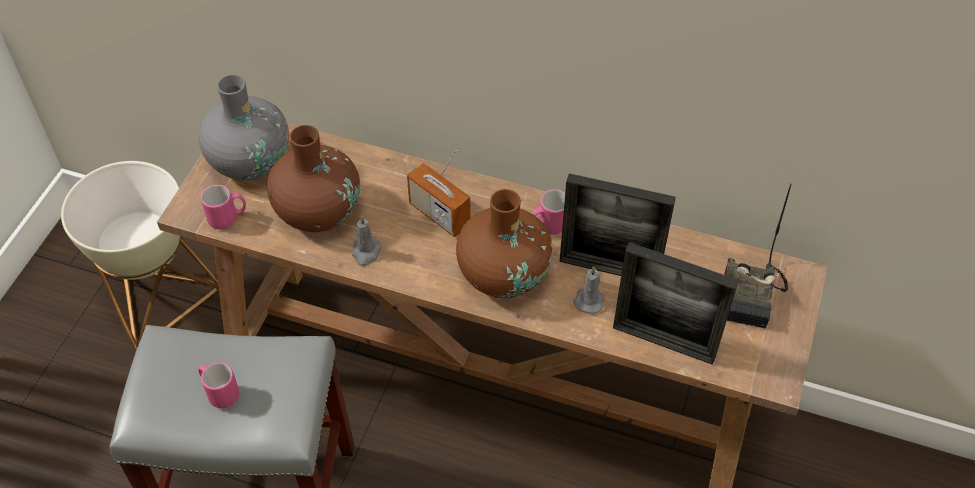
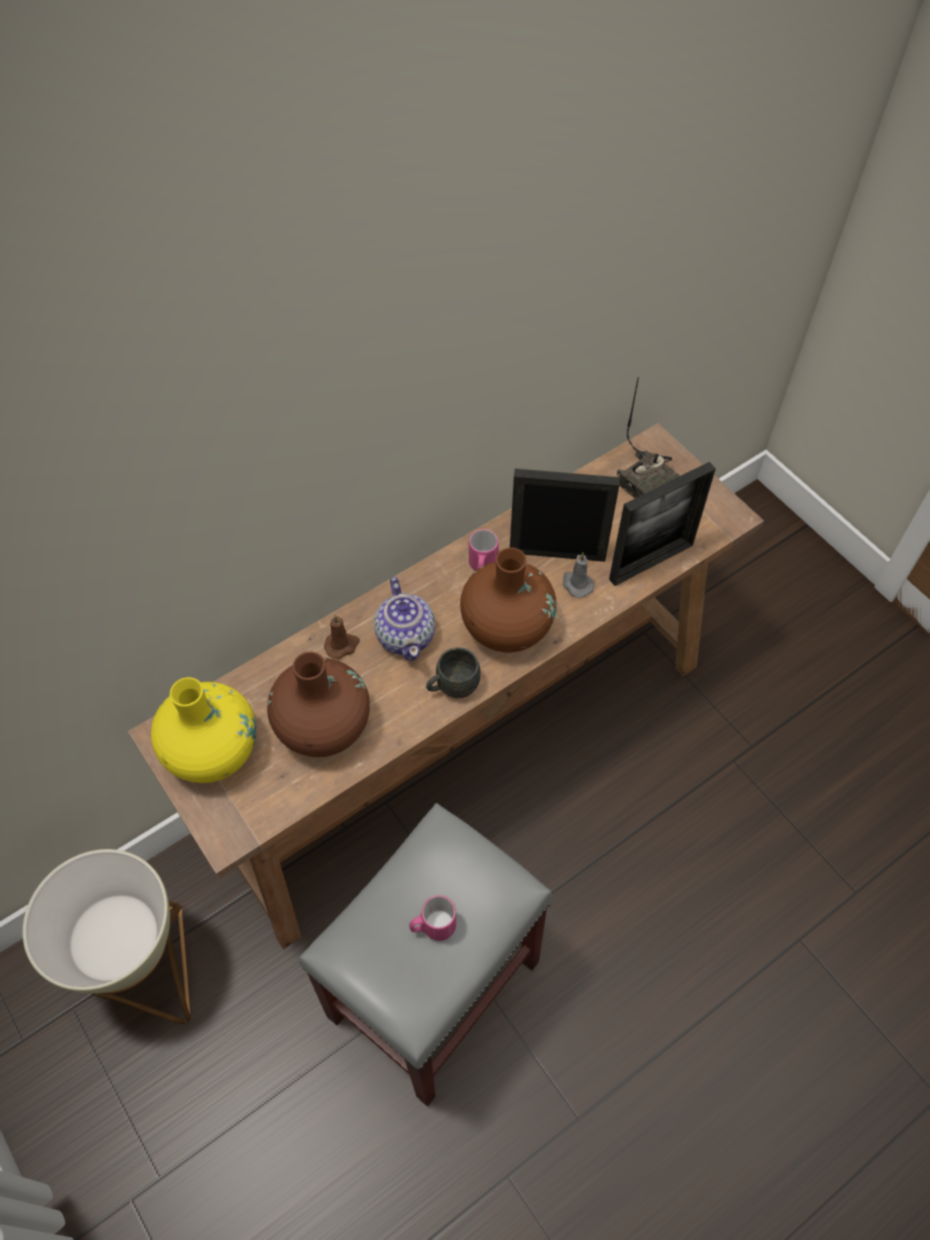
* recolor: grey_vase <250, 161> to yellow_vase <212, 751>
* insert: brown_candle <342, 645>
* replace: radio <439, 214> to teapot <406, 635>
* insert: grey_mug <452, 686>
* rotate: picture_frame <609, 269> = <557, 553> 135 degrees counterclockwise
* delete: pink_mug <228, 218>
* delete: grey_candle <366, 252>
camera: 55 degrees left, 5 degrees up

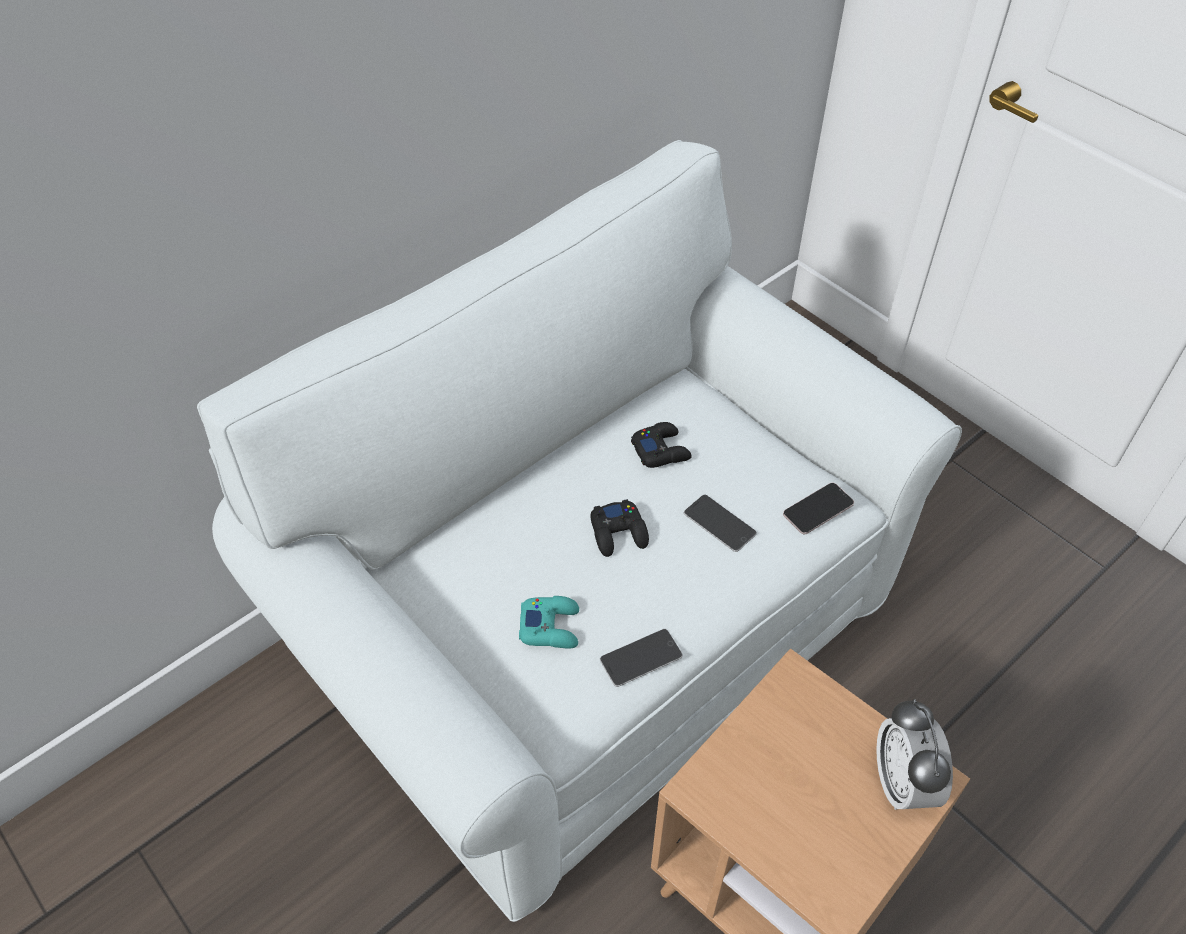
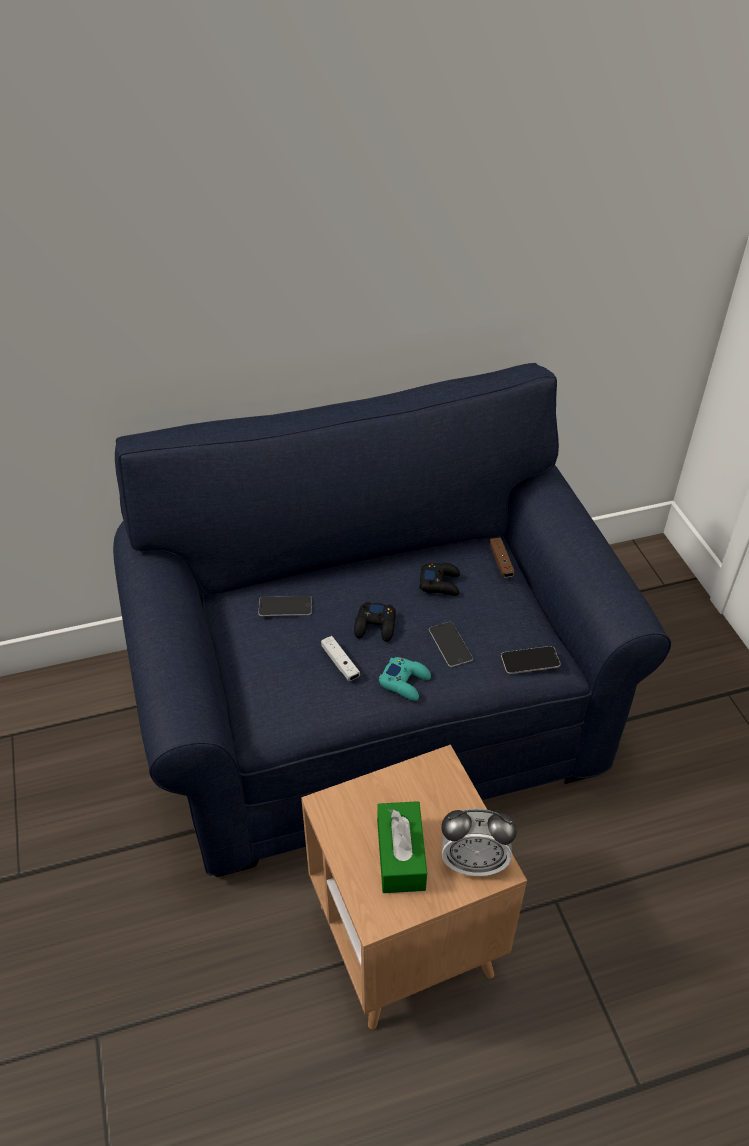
* recolor: white_sofa <594, 627> to blue_sofa <376, 712>
* move: phone <641, 658> to <285, 606>
* insert: white_game_controller <340, 663>
* insert: green_tissue_box <401, 855>
* move: turquoise_game_controller <550, 626> to <405, 682>
* rotate: alarm_clock <902, 783> = <473, 861> 105 degrees counterclockwise
* insert: brown_game_controller <501, 562>
camera: 25 degrees right, 5 degrees down

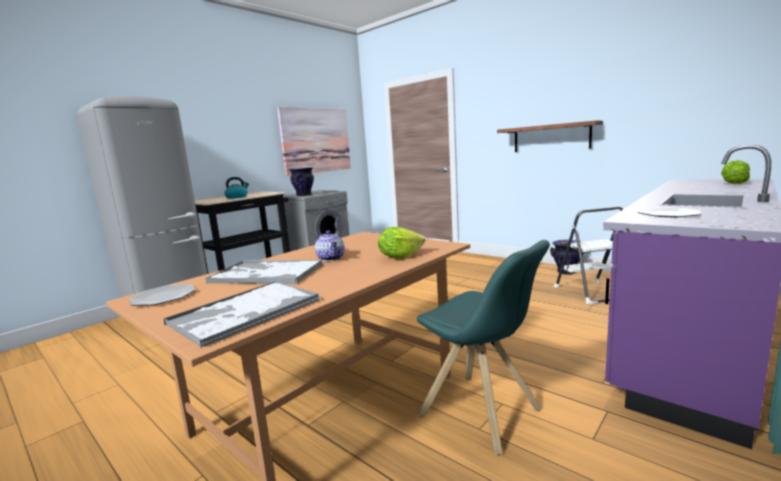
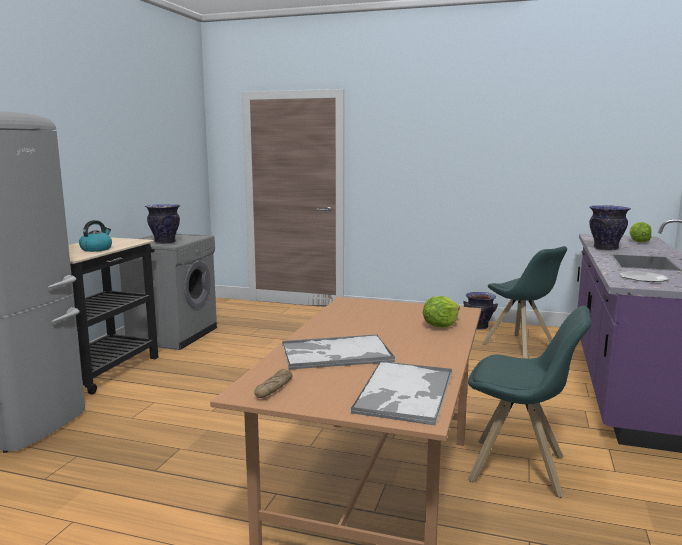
* replace: plate <163, 297> to bread <274, 388>
* replace: white_step_ladder <593, 293> to turquoise_chair <520, 347>
* insert: vase <605, 248>
* delete: picture <316, 140>
* delete: teapot <331, 258>
* delete: shelf <551, 138>
camera: 25 degrees left, 0 degrees up

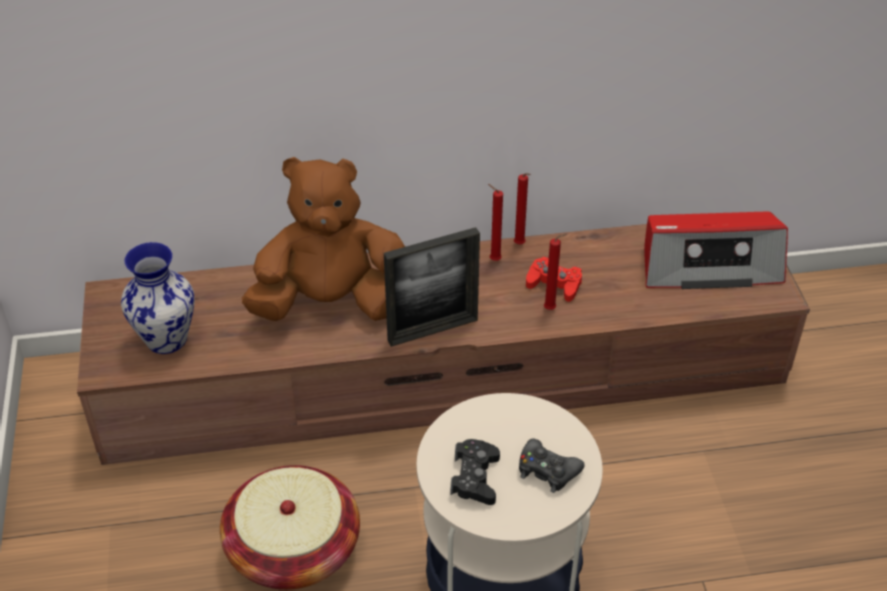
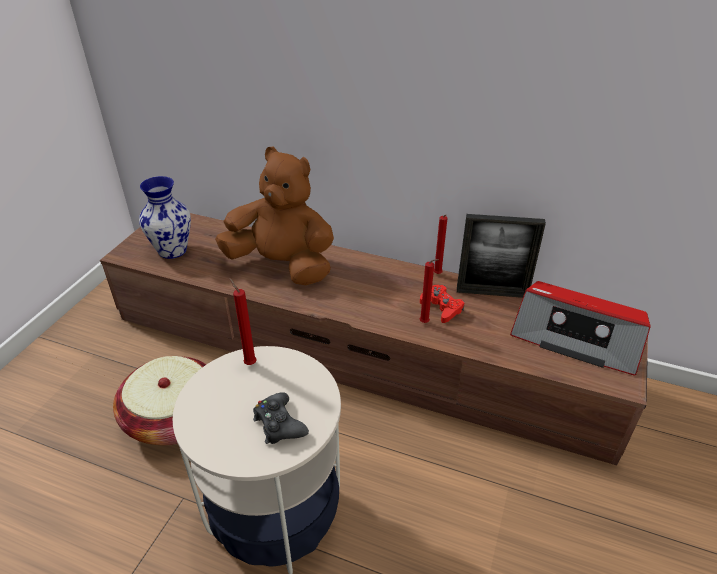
* move: red_candle <493, 260> to <249, 363>
* move: picture_frame <432, 330> to <492, 293>
* delete: black_game_controller <475, 478>
camera: 30 degrees right, 5 degrees down

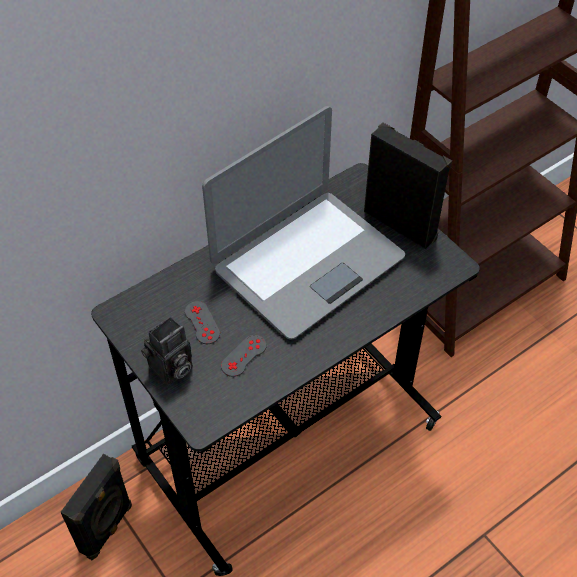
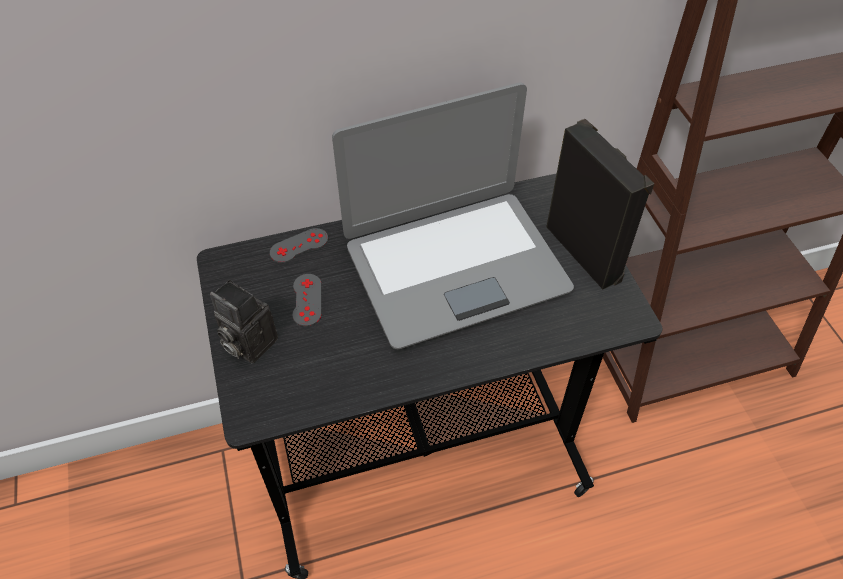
* rotate: photo_camera <171, 370> = <247, 343> 60 degrees clockwise
* move: grey_game_controller <244, 356> to <299, 246>
* delete: black_speaker <107, 528>
camera: 20 degrees right, 0 degrees up

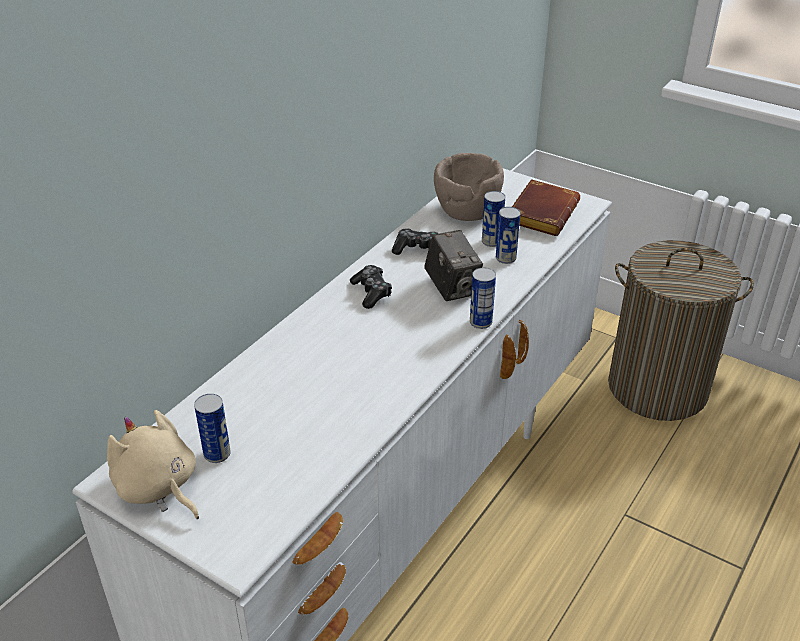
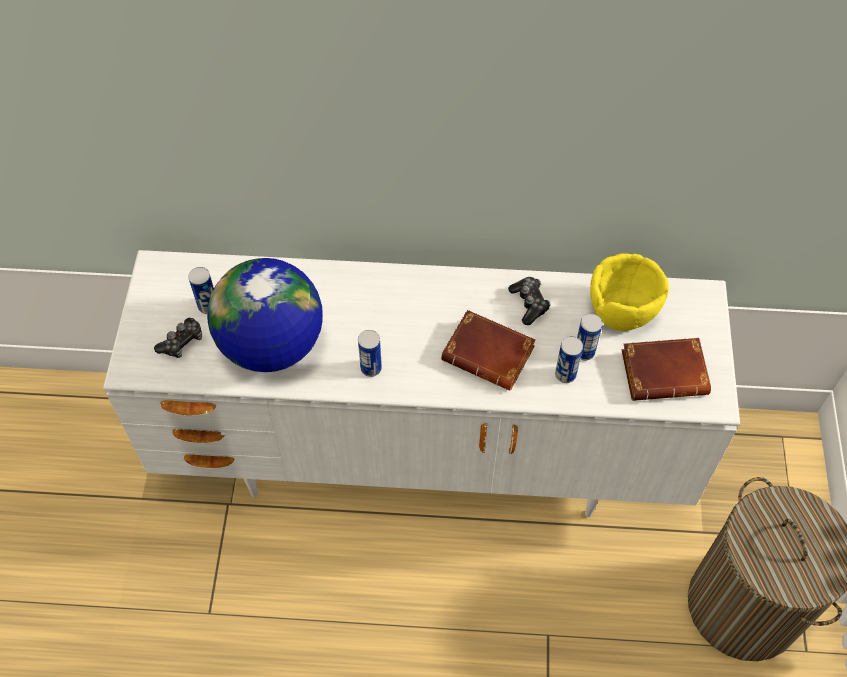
* move: game_controller <371, 292> to <182, 342>
* insert: globe <271, 345>
* move: can <480, 322> to <371, 368>
* replace: photo_camera <452, 288> to brown_book <491, 354>
* recolor: brown_bowl <467, 210> to yellow_bowl <623, 310>
* delete: beige_plush_toy <158, 488>
camera: 60 degrees right, 20 degrees up

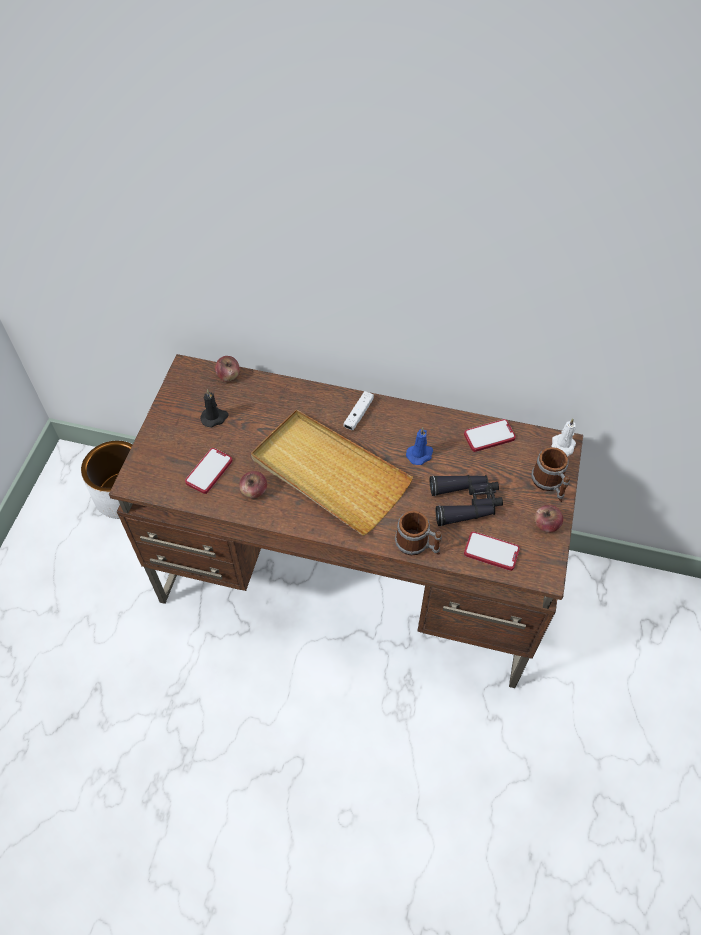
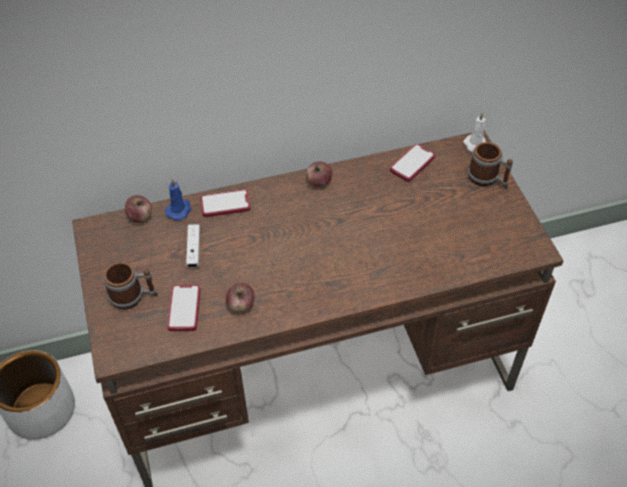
* move: mug <417, 545> to <133, 296>
* move: blue_candle <420, 454> to <179, 210>
* move: white_game_controller <358, 414> to <194, 250>
* move: phone <491, 552> to <225, 204>
* move: apple <546, 525> to <319, 182>
* delete: black_candle <215, 418>
* delete: beige_tray <329, 474>
* delete: black_binoculars <465, 502>
camera: 30 degrees left, 5 degrees down

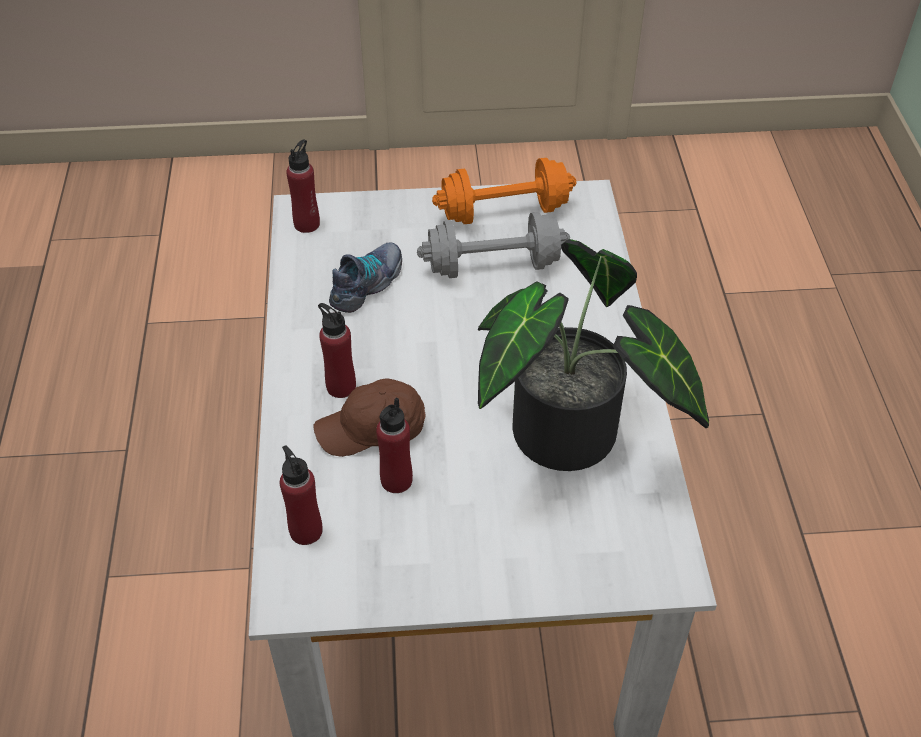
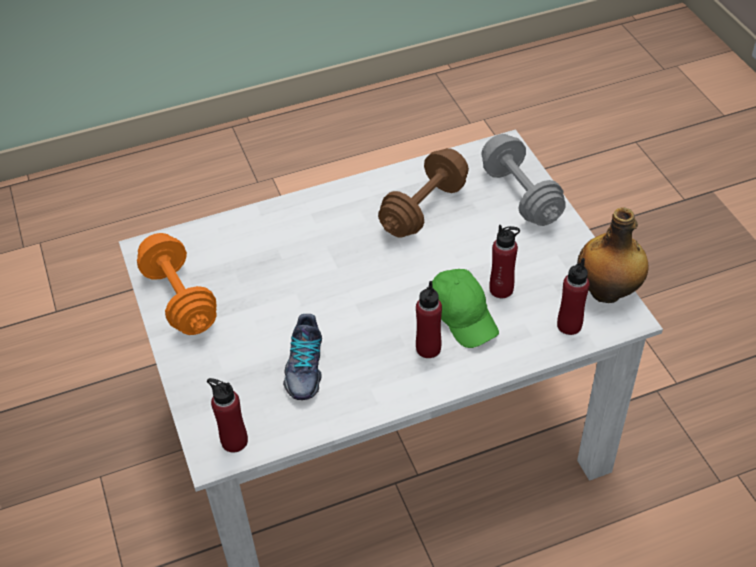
* rotate: shoe <368, 284> = <304, 367> 105 degrees counterclockwise
* replace: potted_plant <570, 442> to brown_dumbbell <424, 209>
* recolor: brown_cap <373, 430> to green_cap <463, 315>
* move: grey_dumbbell <493, 266> to <520, 196>
* insert: bottle <607, 292>
camera: 105 degrees left, 0 degrees up

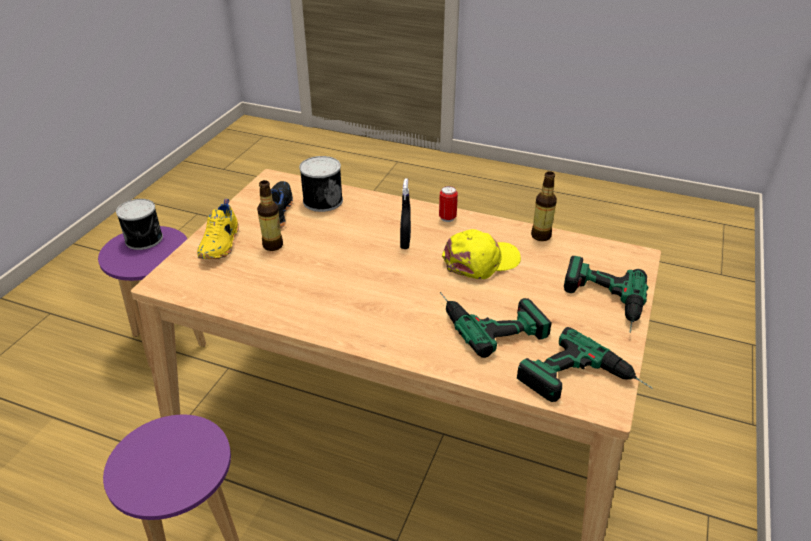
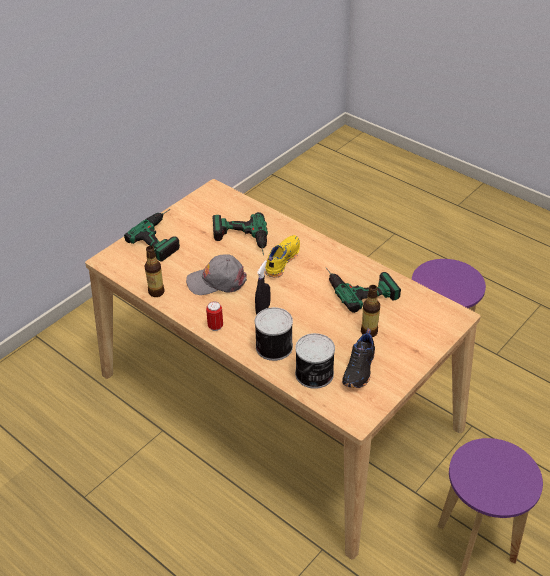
* recolor: yellow_cap <481, 261> to grey_cap <217, 281>
* move: can <145, 239> to <273, 346>
* move: yellow_shoe <221, 244> to <281, 260>
* move: power_drill <584, 383> to <359, 286>
camera: 160 degrees left, 5 degrees up

